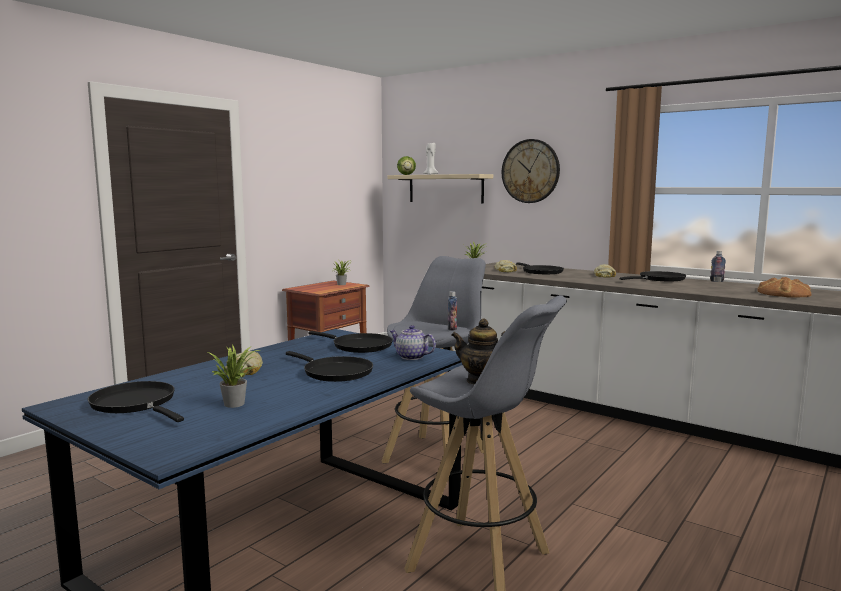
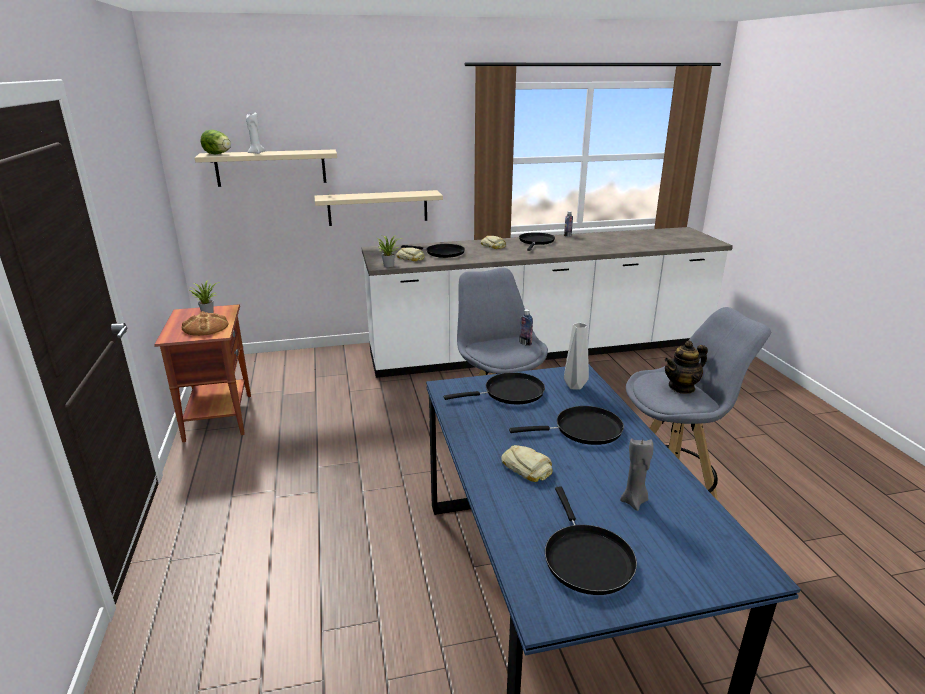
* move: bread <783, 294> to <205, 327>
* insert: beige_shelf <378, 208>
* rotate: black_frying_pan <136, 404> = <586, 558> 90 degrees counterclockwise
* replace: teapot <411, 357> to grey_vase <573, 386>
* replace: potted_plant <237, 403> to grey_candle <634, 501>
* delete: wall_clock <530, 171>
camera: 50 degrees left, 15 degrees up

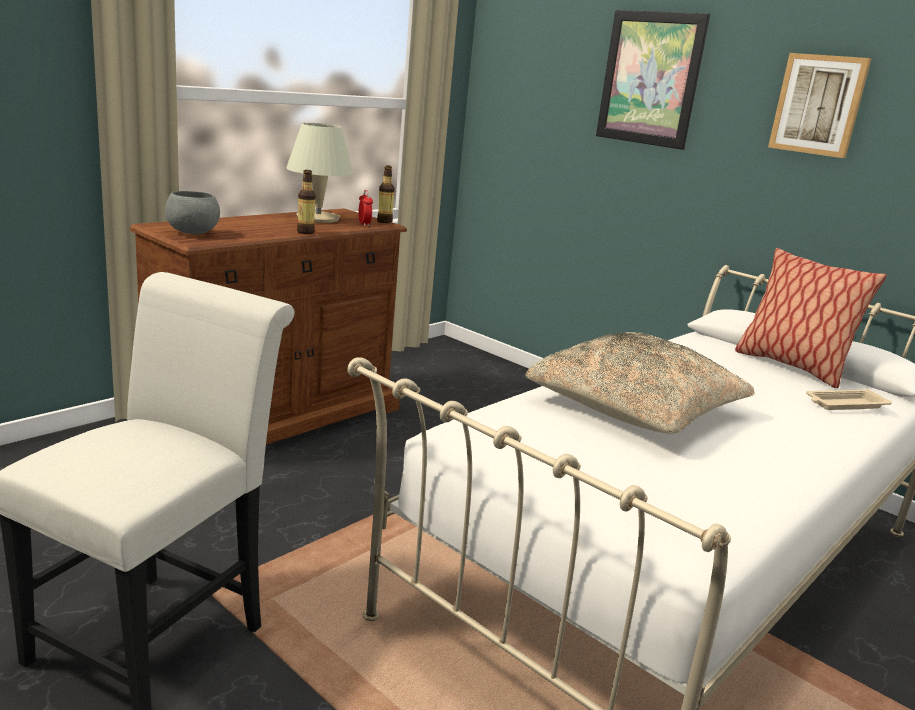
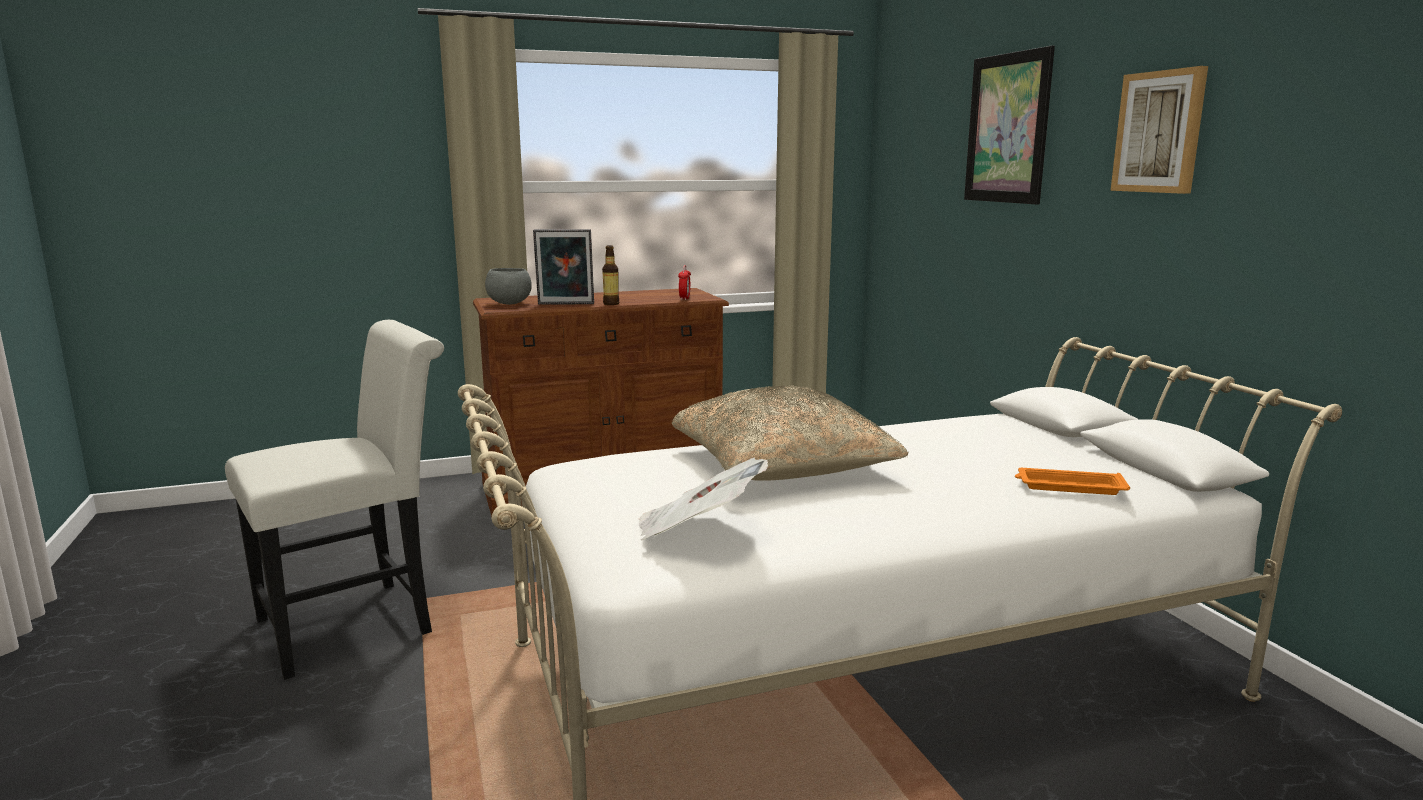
* insert: picture_frame <565, 304>
* insert: newspaper <697, 532>
* recolor: beige_tray <844, 404> to orange_tray <1068, 487>
* delete: beige_table_lamp <318, 218>
* delete: bottle <384, 221>
* delete: pillow <790, 366>
camera: 30 degrees right, 5 degrees down

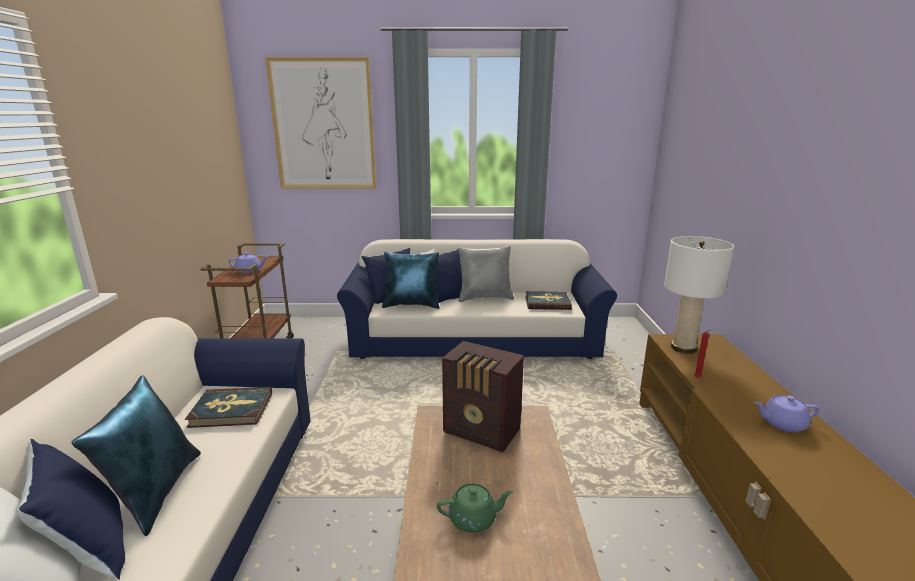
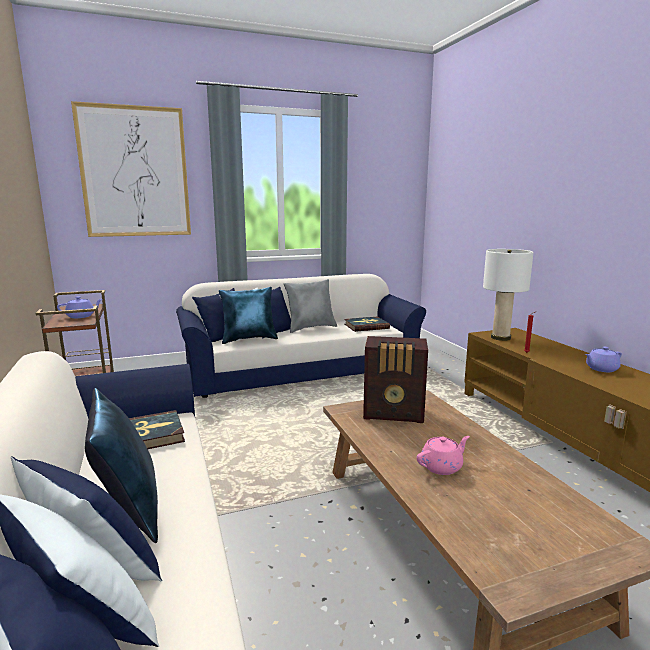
* recolor: green_teapot <474, 519> to pink_teapot <442, 466>
camera: 20 degrees left, 5 degrees down

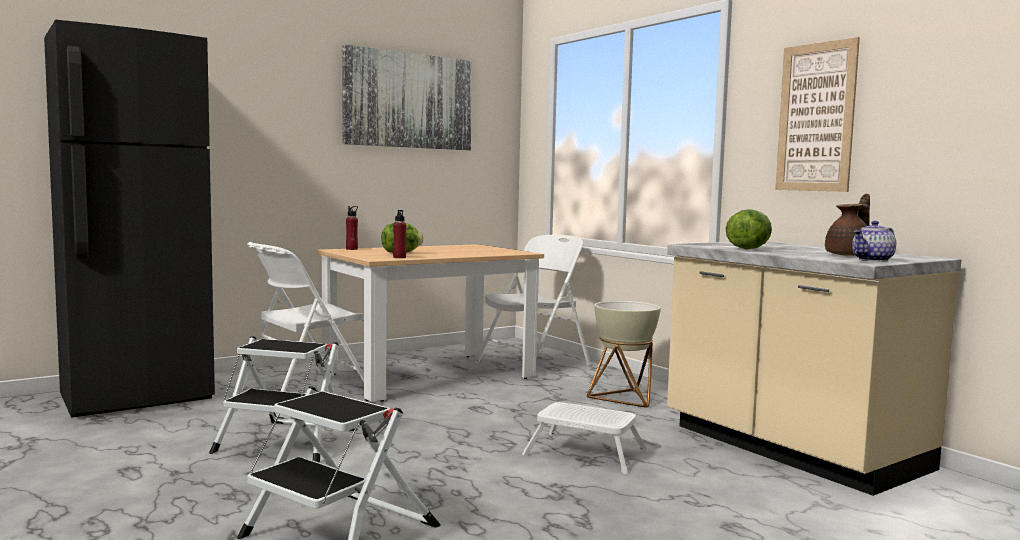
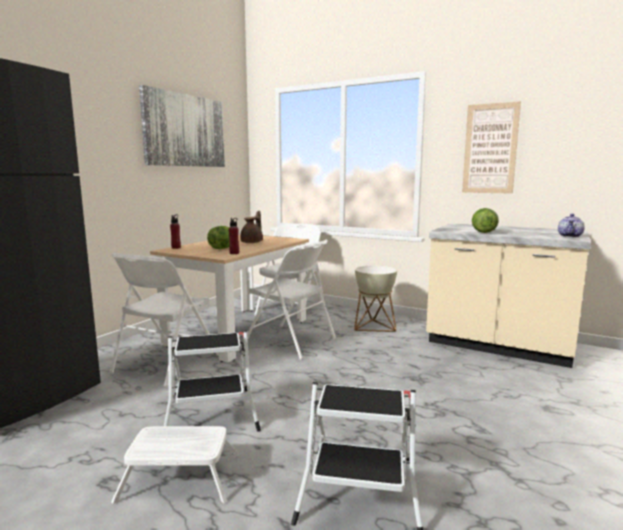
* move: white_step_ladder <585, 453> to <179, 477>
* move: brown_teapot <850, 255> to <252, 242>
* insert: white_chair <289, 341>
camera: 25 degrees left, 5 degrees up

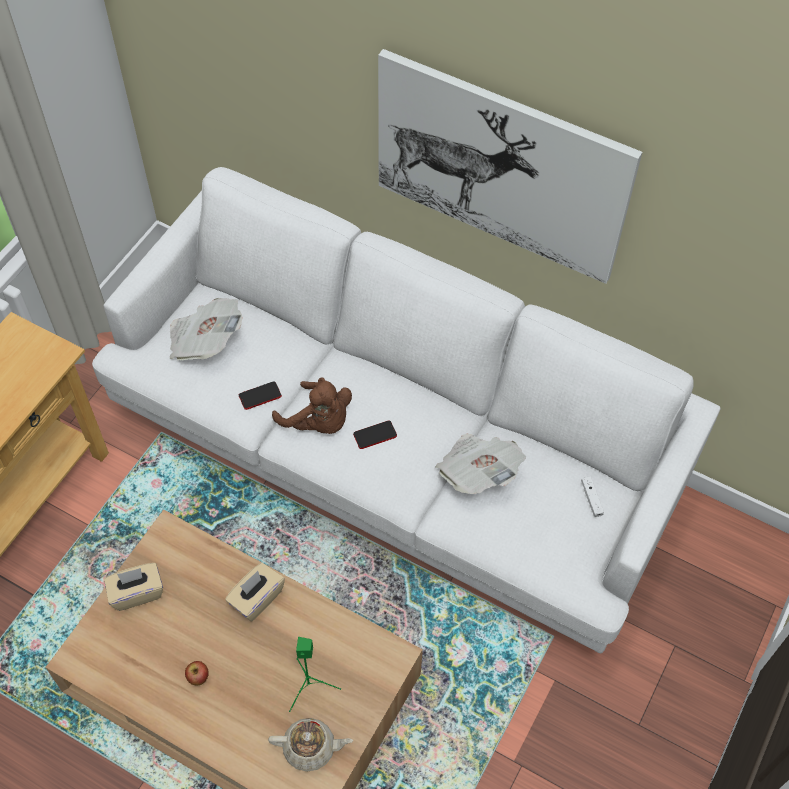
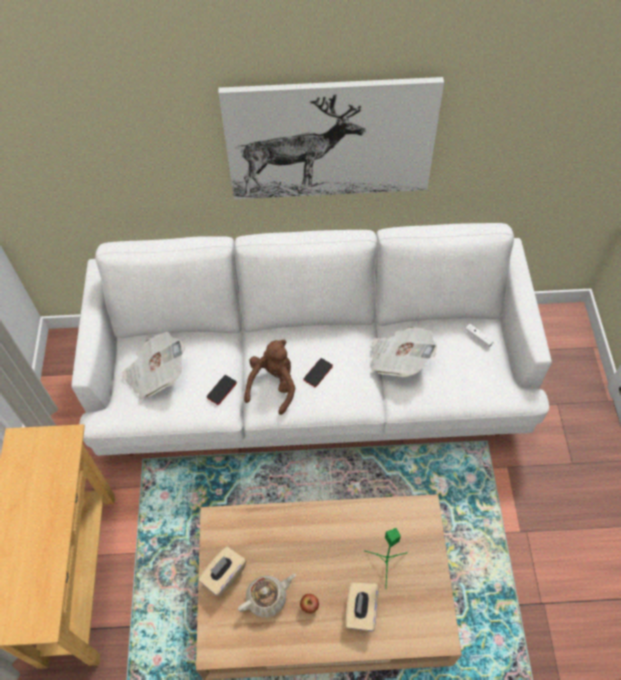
* move: beige_teapot <310, 748> to <267, 598>
* rotate: brown_plush_toy <318, 421> = <273, 385> 75 degrees counterclockwise
* move: beige_tissue_box <256, 598> to <361, 610>
camera: 30 degrees left, 0 degrees up

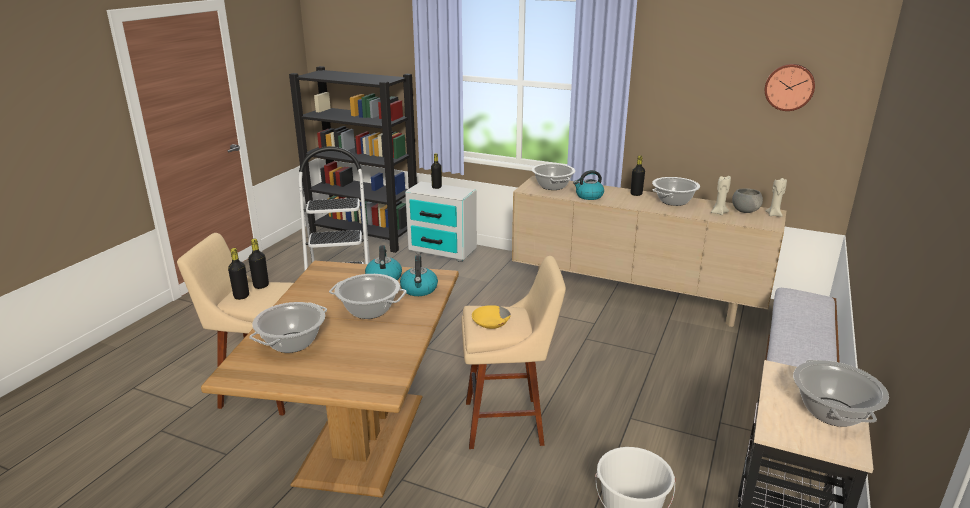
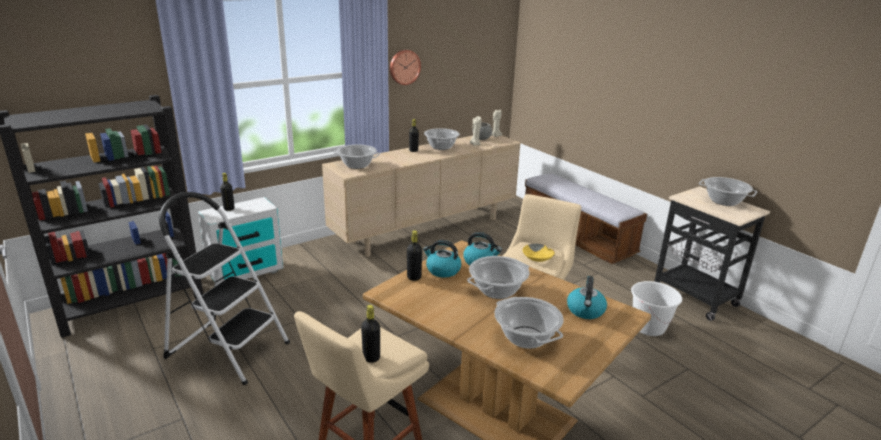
* move: wall_clock <789, 87> to <404, 67>
* move: black_bottle <261, 286> to <414, 277>
* move: kettle <588, 196> to <585, 311>
camera: 60 degrees left, 0 degrees up

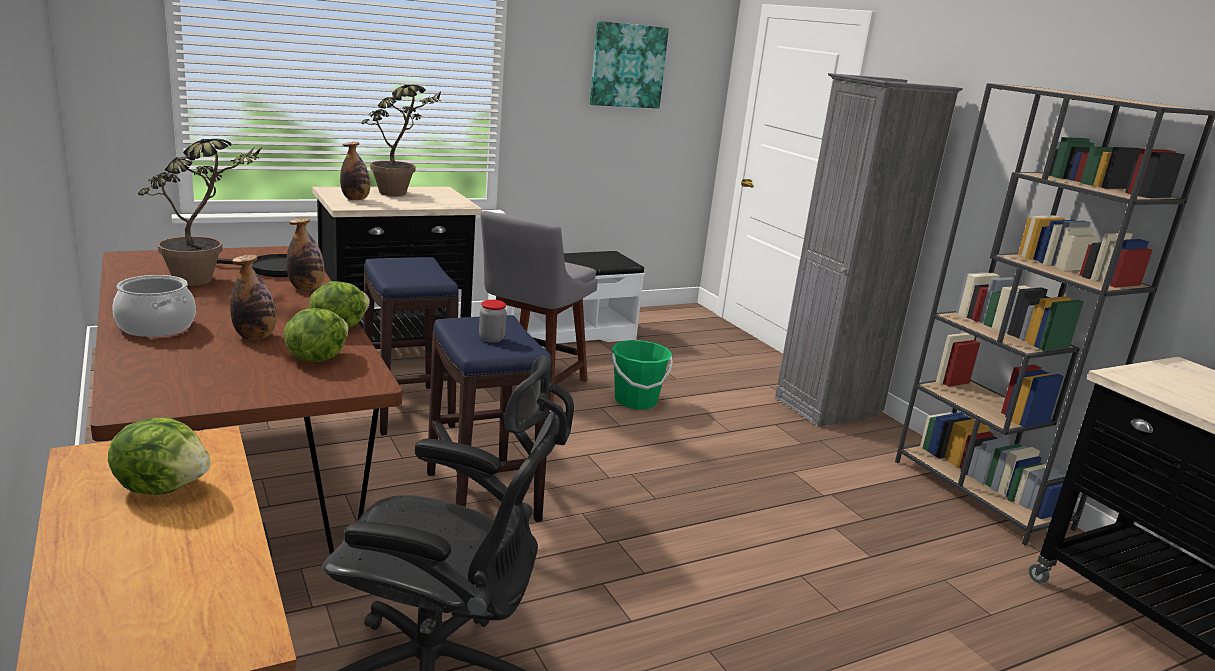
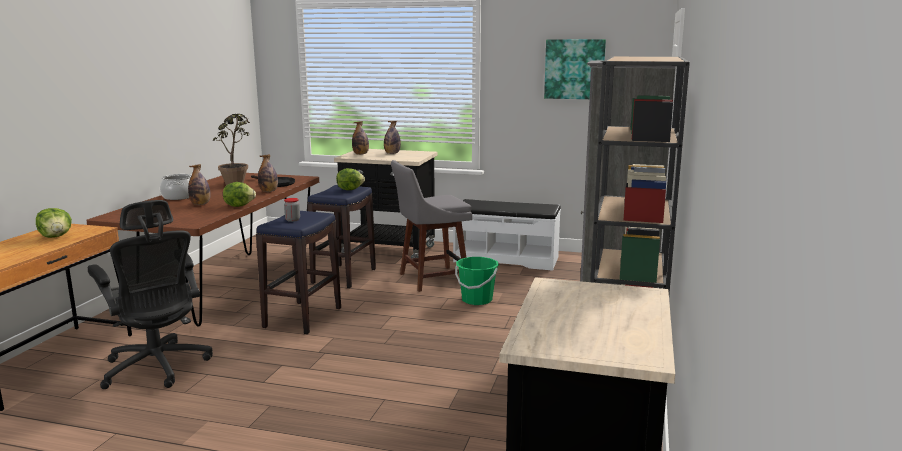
* move: lettuce <316, 358> to <349, 189>
* replace: potted_plant <400, 195> to bottle <392, 153>
camera: 45 degrees right, 5 degrees down

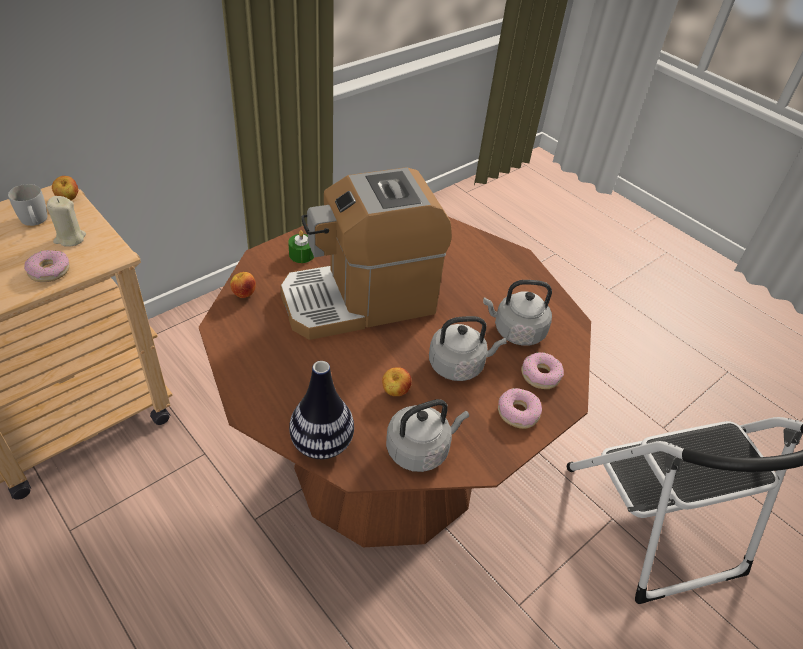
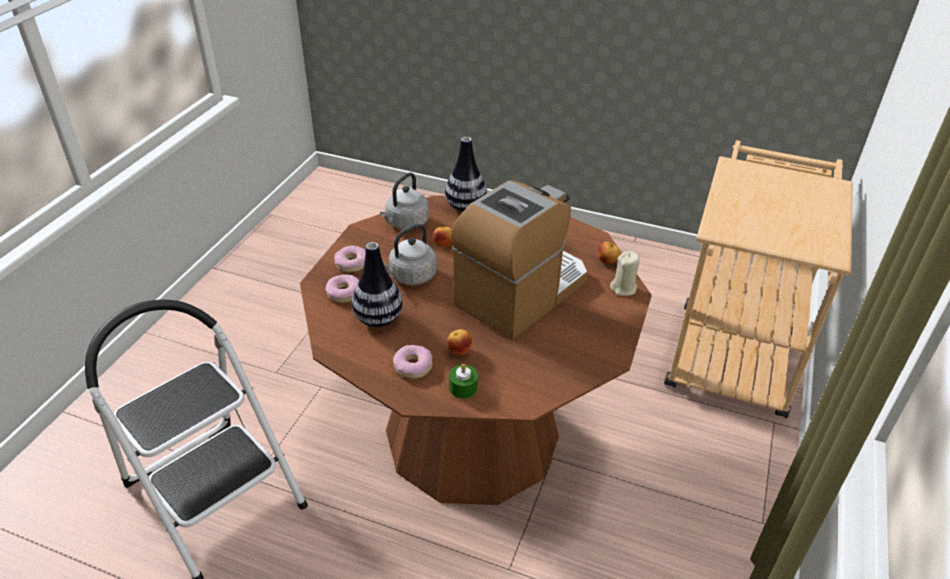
* replace: grey_kettle <516, 331> to vase <378, 319>
* move: donut <49, 271> to <413, 366>
* move: apple <68, 199> to <459, 351>
* move: green_candle <301, 254> to <463, 388>
* move: beige_candle <70, 238> to <623, 288>
* delete: white_mug <35, 222>
camera: 155 degrees right, 5 degrees down

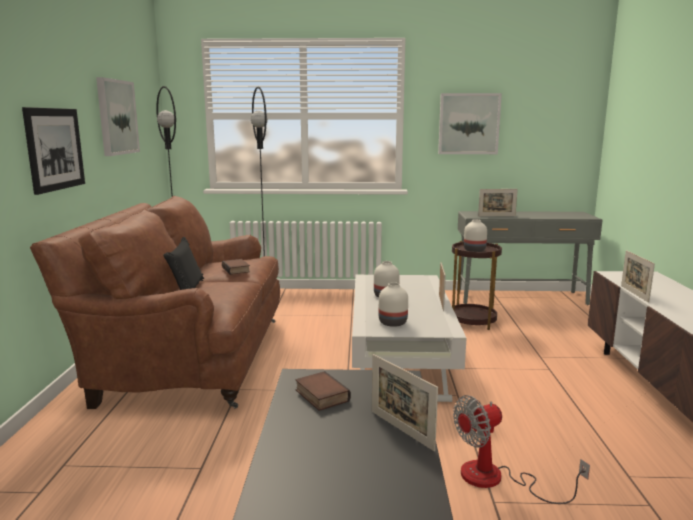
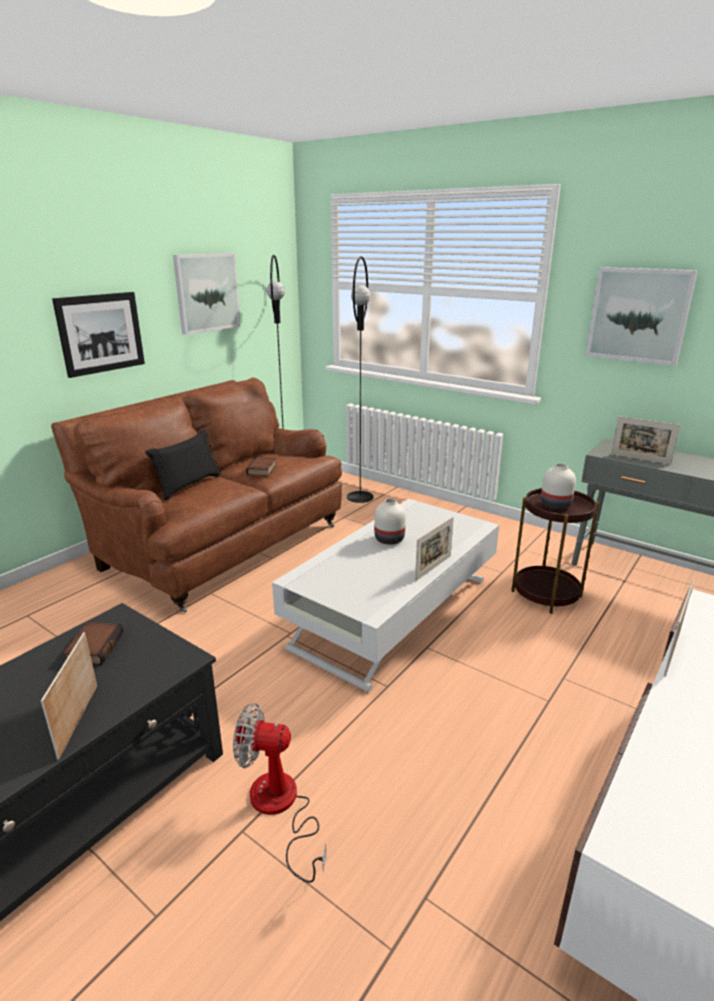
* delete: white_vase <393, 323>
camera: 35 degrees right, 10 degrees up

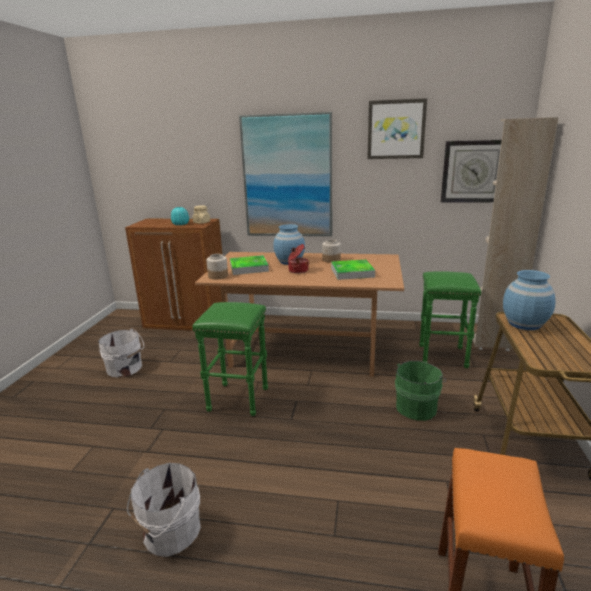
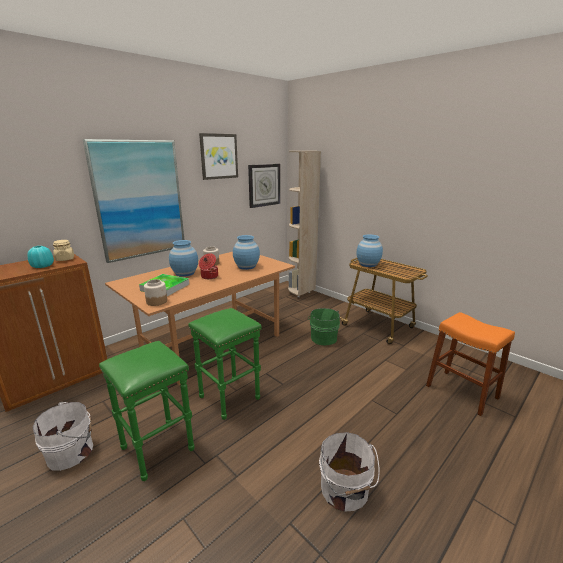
* move: green_stool <444, 356> to <159, 448>
* replace: tray <352, 272> to blue_vase <246, 266>
camera: 55 degrees left, 0 degrees up

